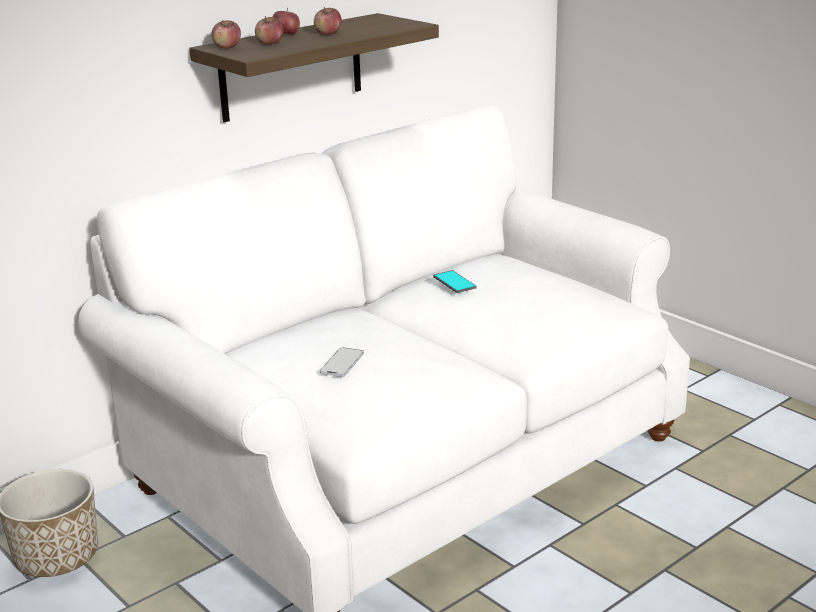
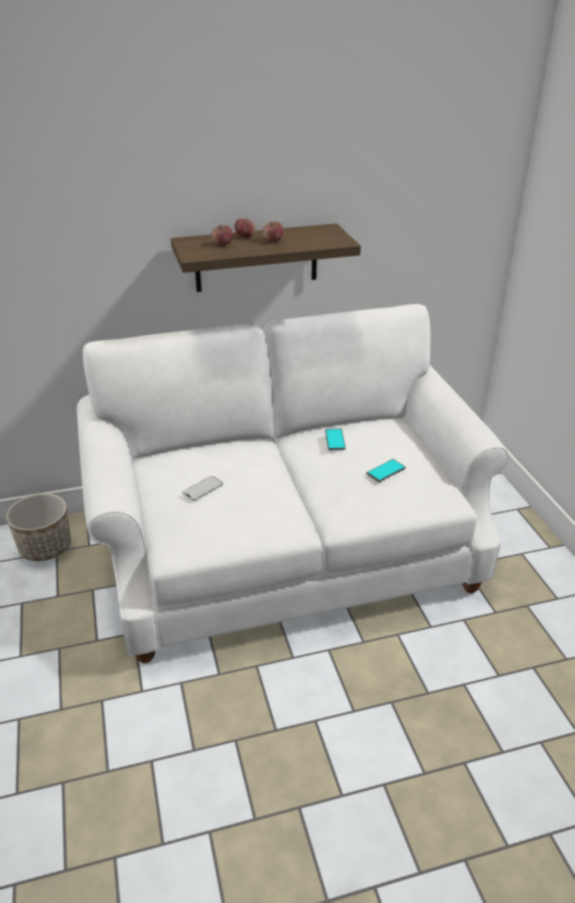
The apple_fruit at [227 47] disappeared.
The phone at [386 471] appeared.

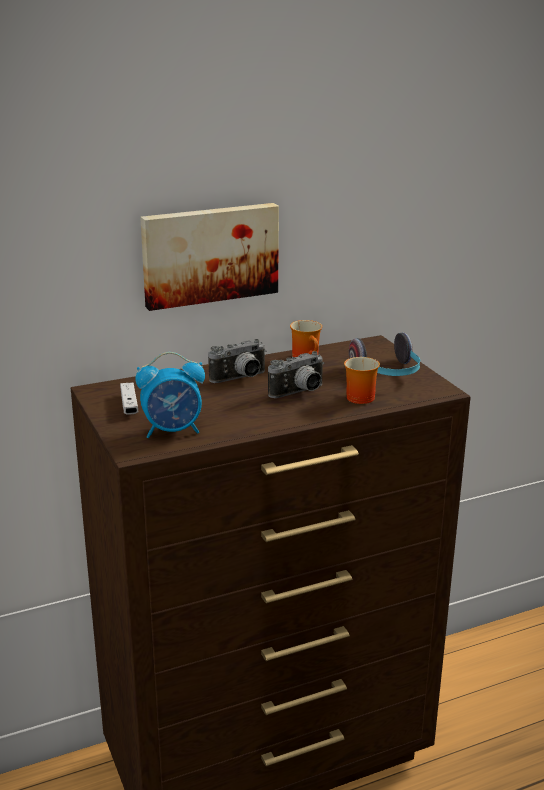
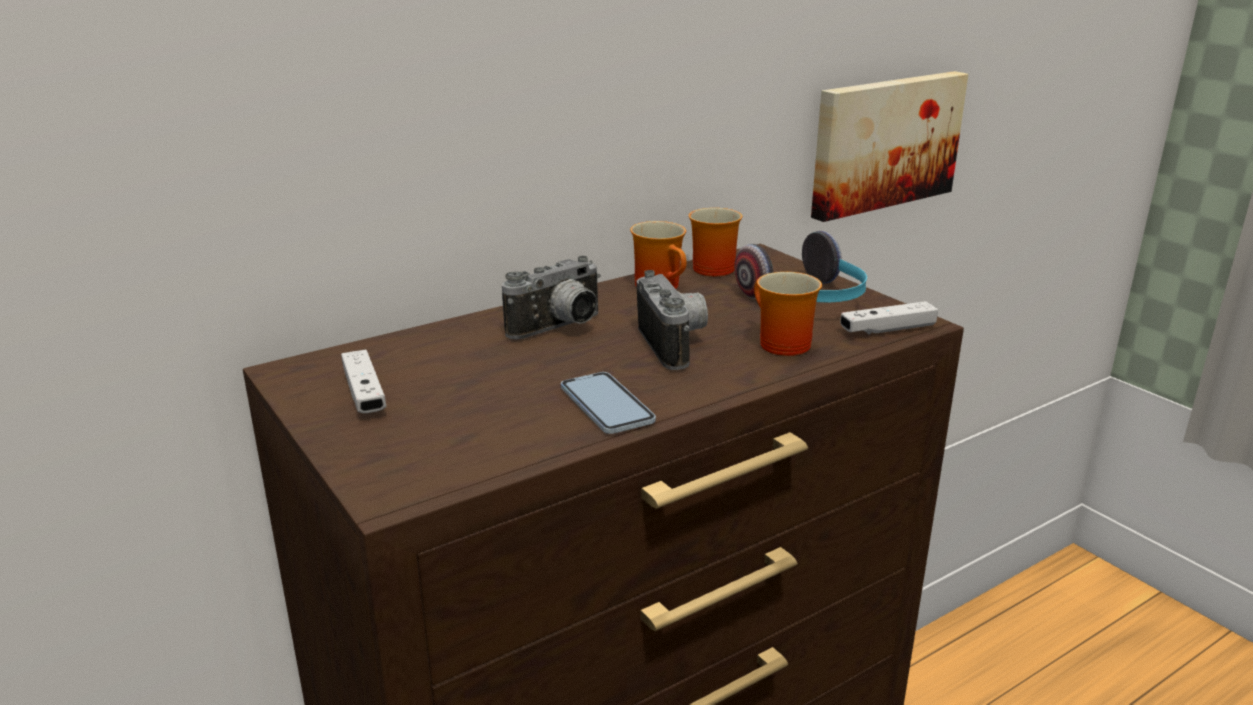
The wall_art moved from [209 254] to [884 142].
The photo_camera at [300 393] turned 60 degrees counterclockwise.
The alarm_clock at [173 431] disappeared.
The mug at [708 268] appeared.
The white_gamepad at [887 329] appeared.
The phone at [606 405] appeared.

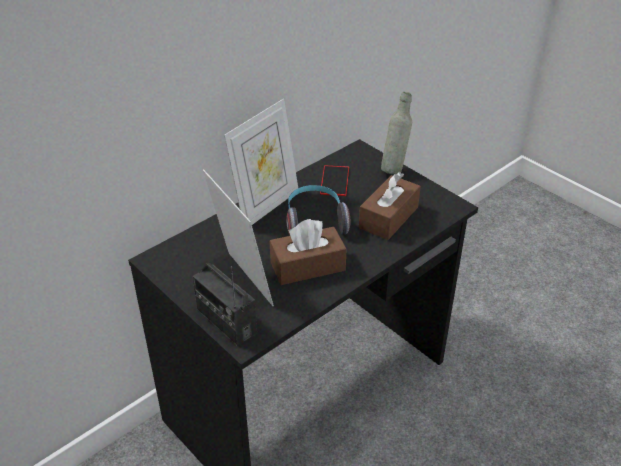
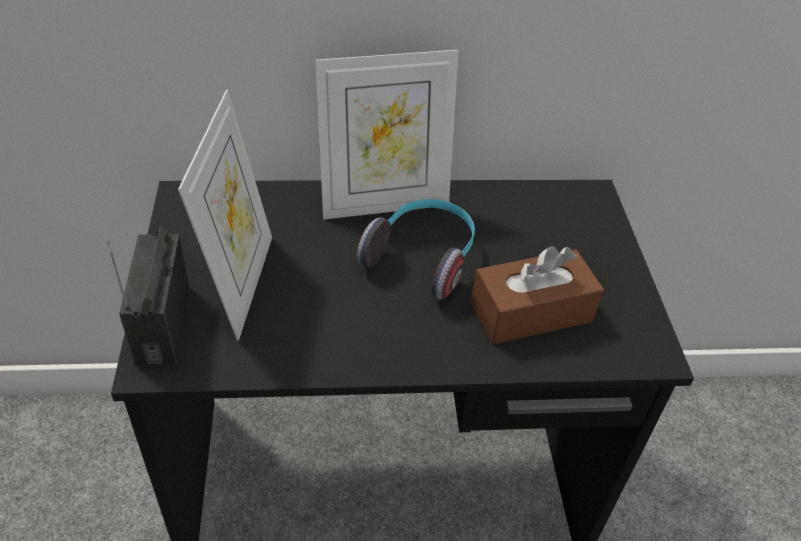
The gray_bottle at [394 168] disappeared.
The phone at [334 181] disappeared.
The brownish_tissue_box at [307 266] disappeared.

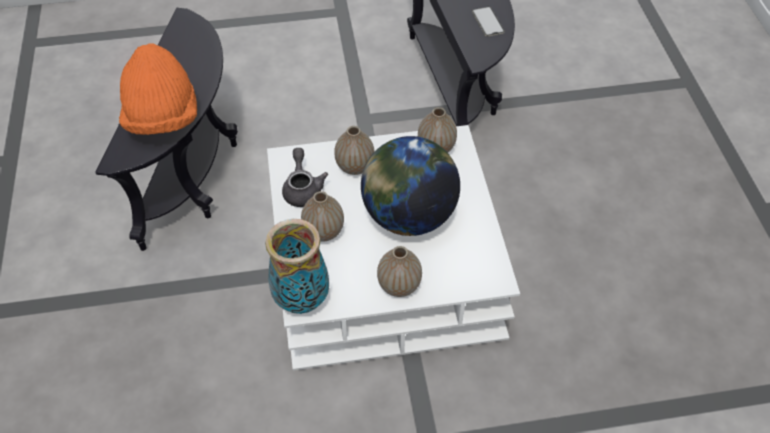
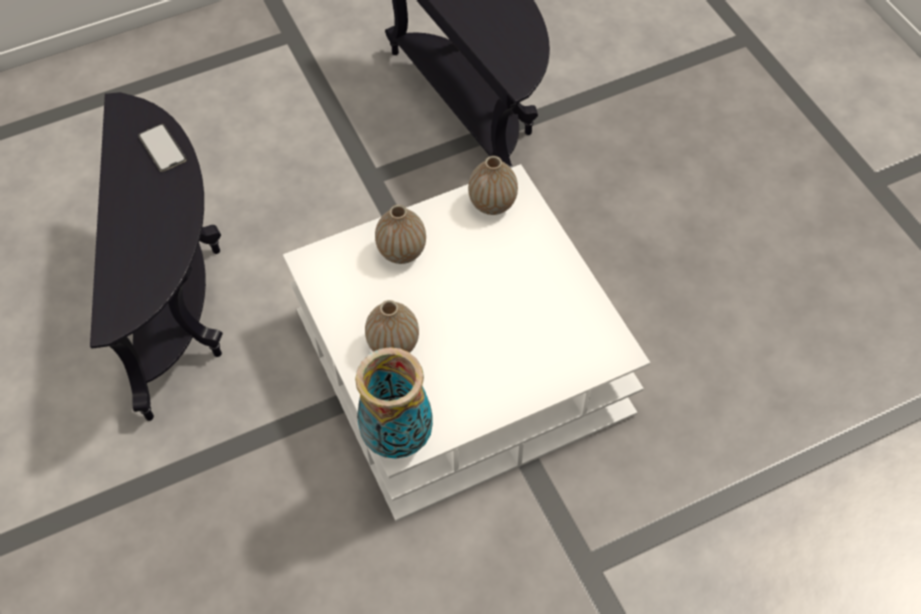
The phone moved from [488 22] to [162 148].
The orange_clothing_hat at [163 118] disappeared.
The desk_globe at [408 216] disappeared.
The gray_tea_pot at [303 189] disappeared.
The flower_vase at [399 285] disappeared.

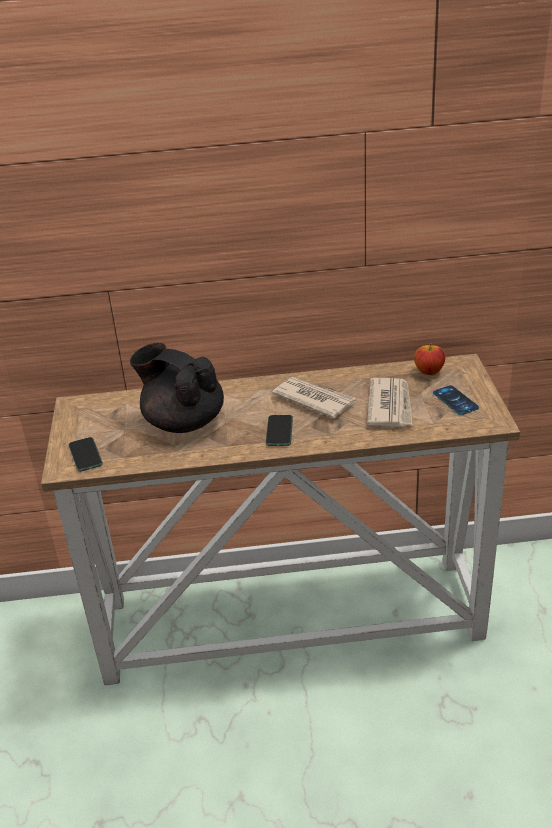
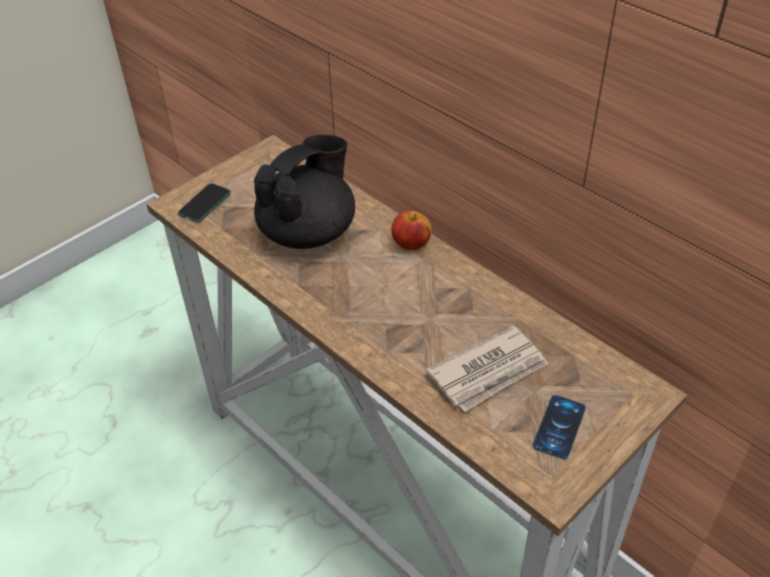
The black_tea_pot at [183 421] turned 45 degrees clockwise.
The apple_fruit moved from [429 371] to [411 244].
The newspaper at [314 399] disappeared.
The phone at [279 431] disappeared.

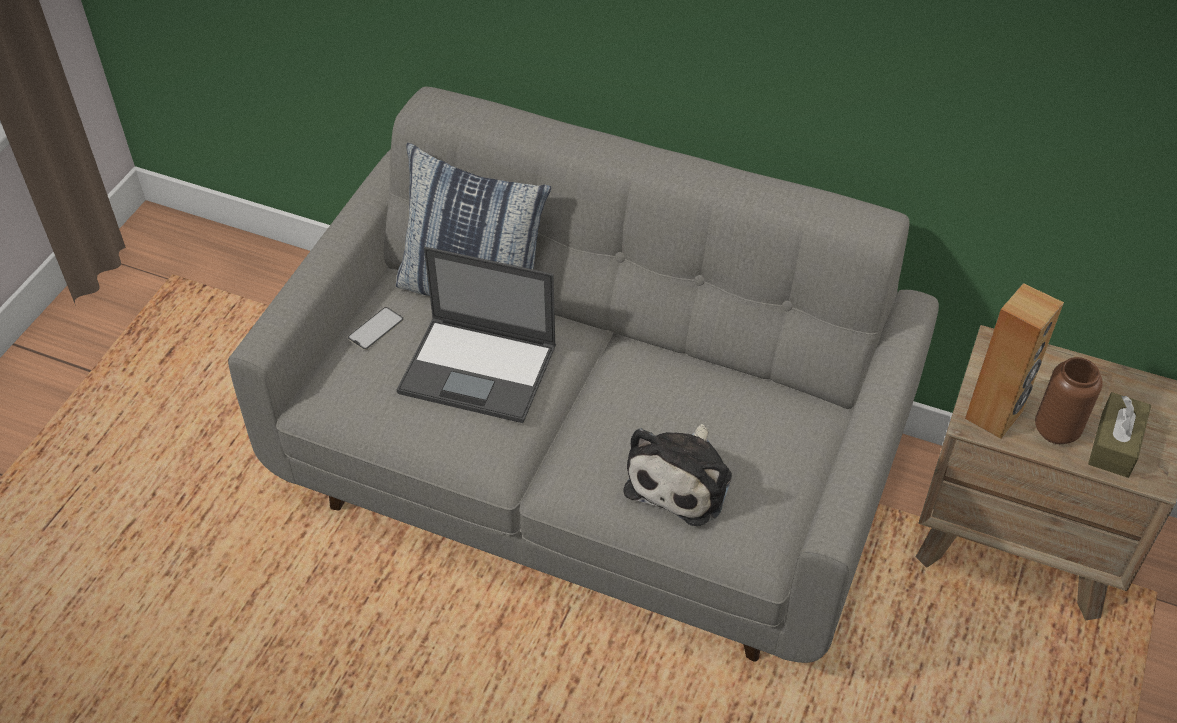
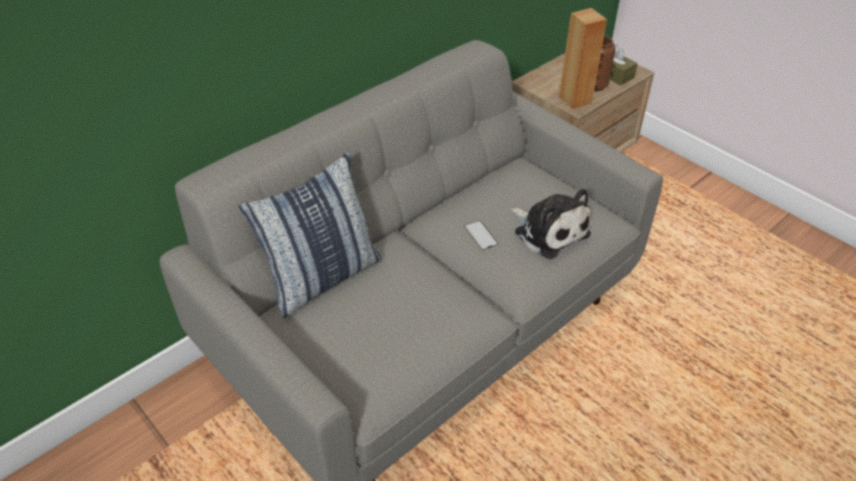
The laptop at [480 369] disappeared.
The phone moved from [375 329] to [481 235].

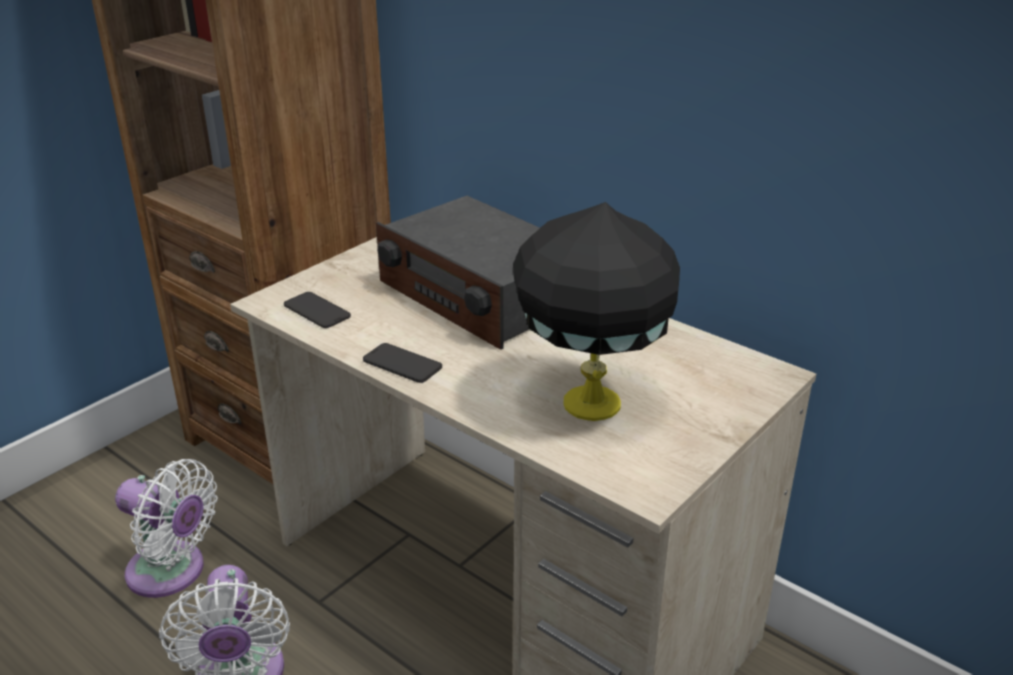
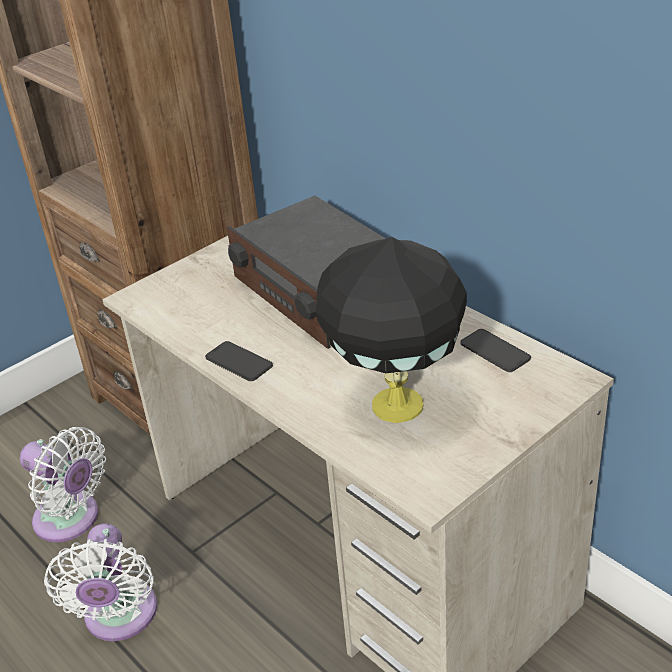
The phone moved from [317 311] to [495 351].

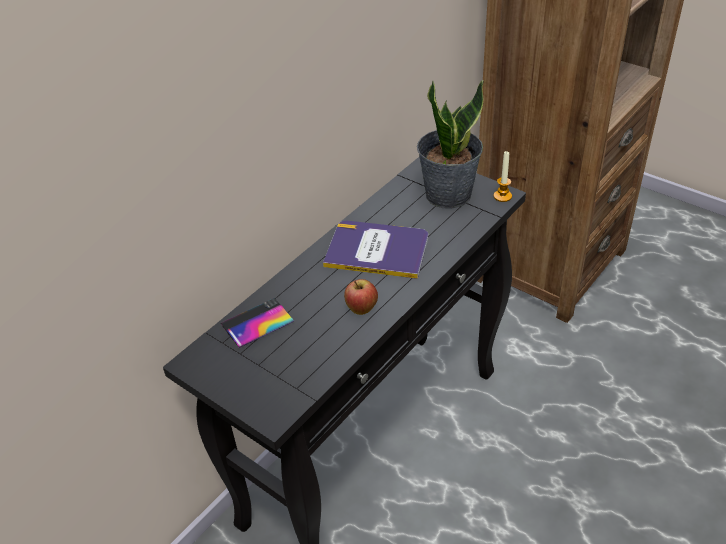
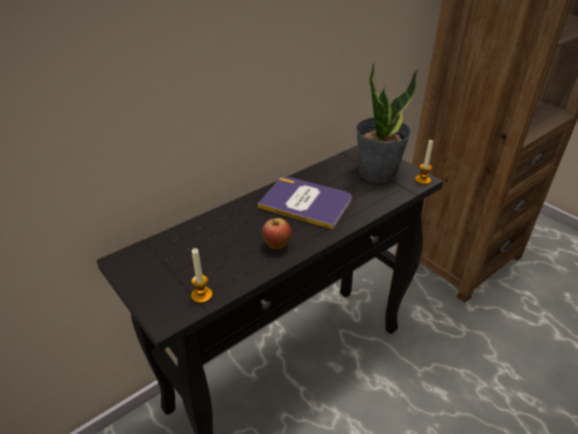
The phone at [257 323] disappeared.
The candle at [202 295] appeared.

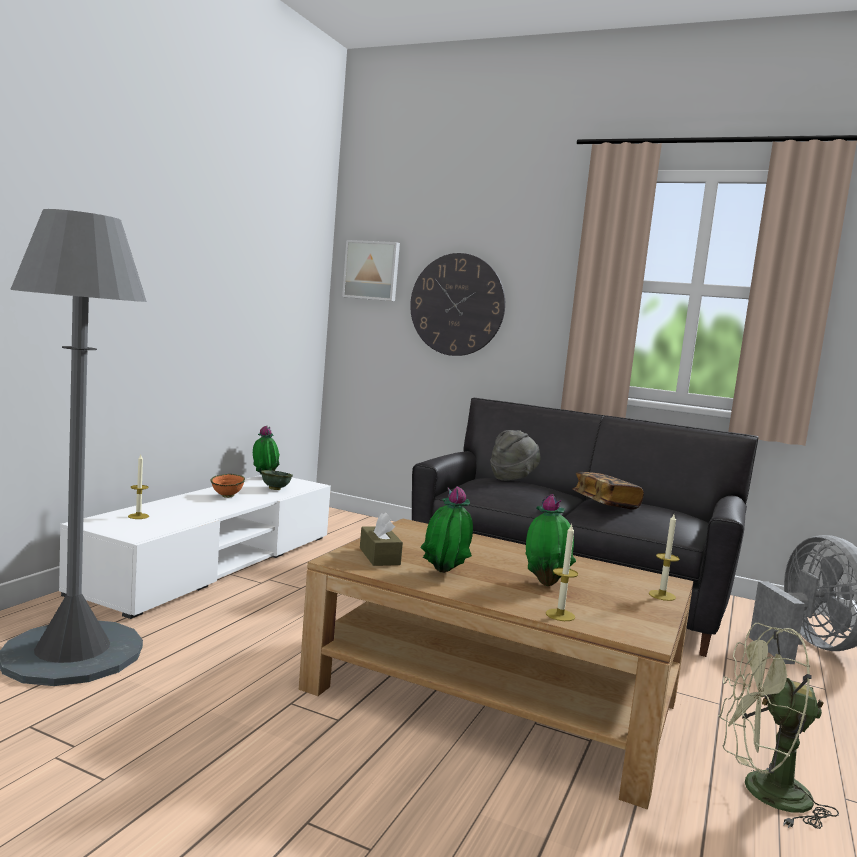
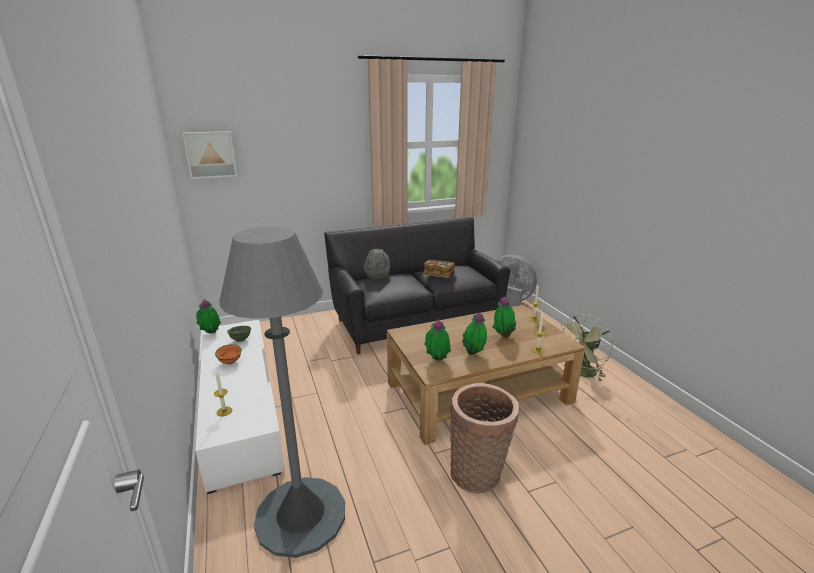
The clock_on_the_wall at [457 305] disappeared.
The brownish_tissue_box at [379 556] was replaced by the plant_in_a_pot at [436 361].
The storage_basket at [478 473] appeared.

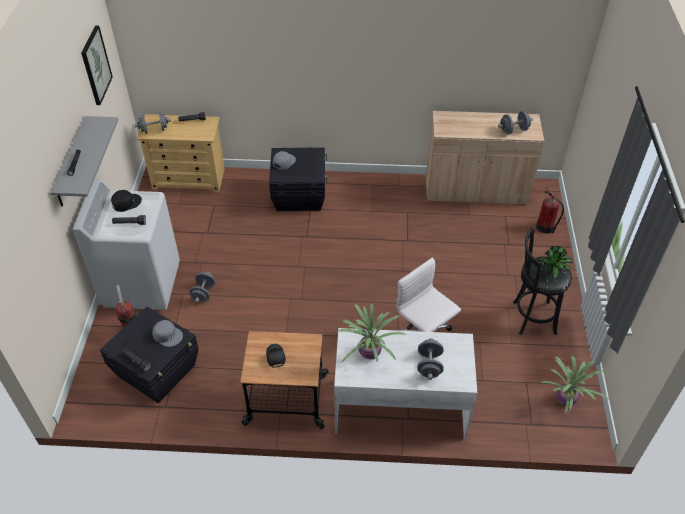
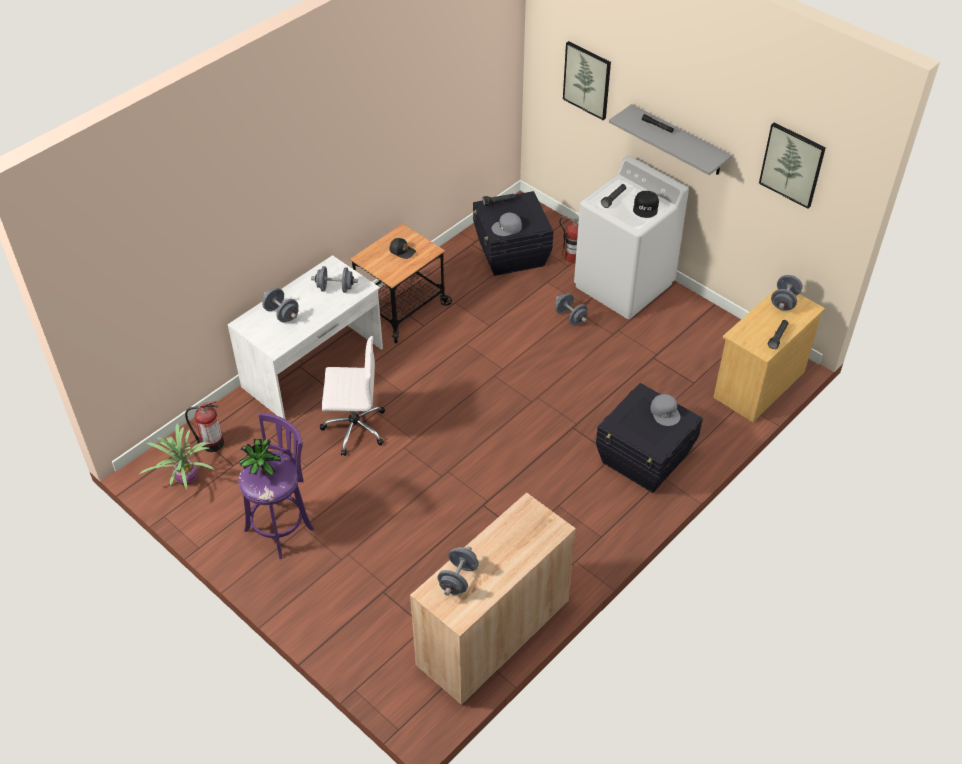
The fire-fighting_cylinder moved from [545 228] to [211 443].
The black_stool at [531 318] became the purplish_stool at [282 527].
The plant_in_a_pot at [368 353] was replaced by the gray_hand_weight at [335 288].
The wall_art at [587 80] appeared.

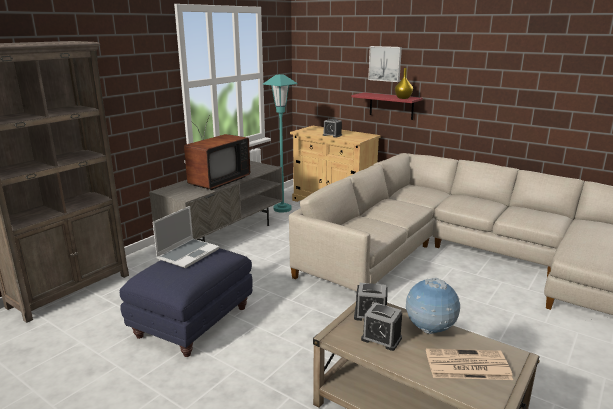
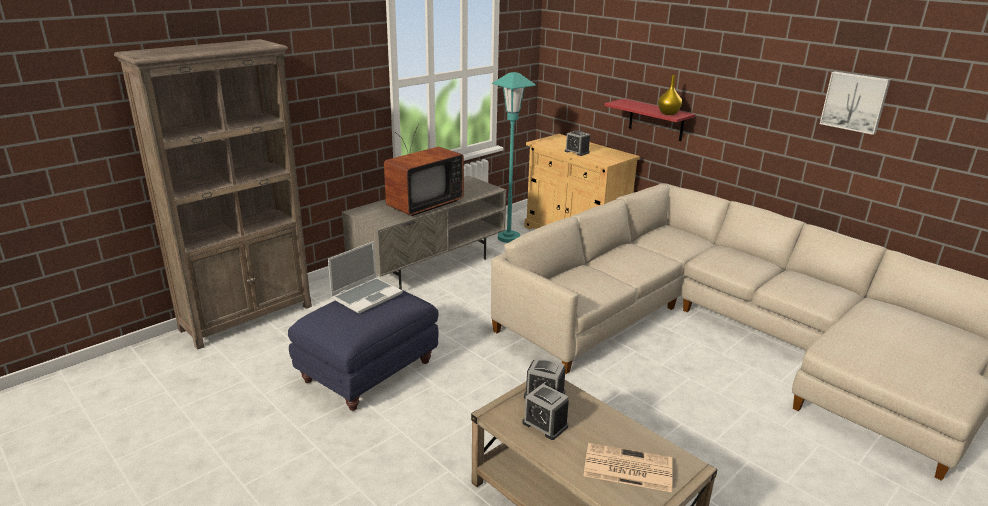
The wall_art moved from [385 63] to [854 102].
The desk_globe at [429 330] disappeared.

